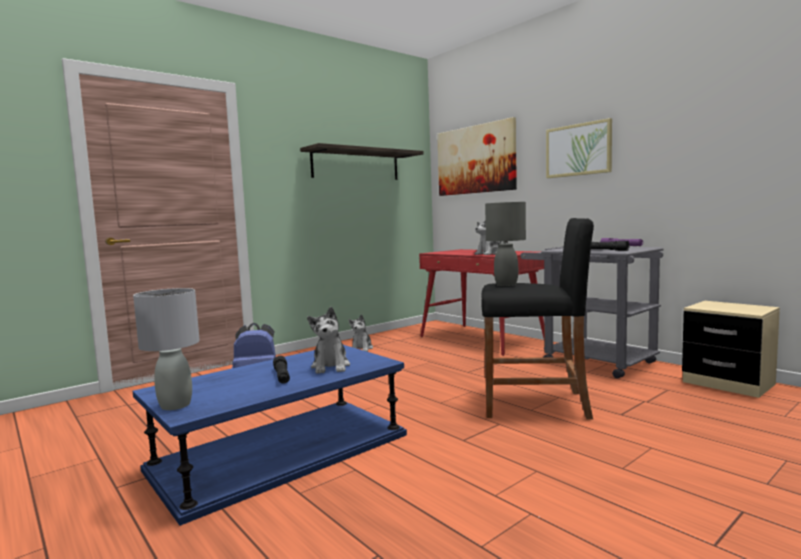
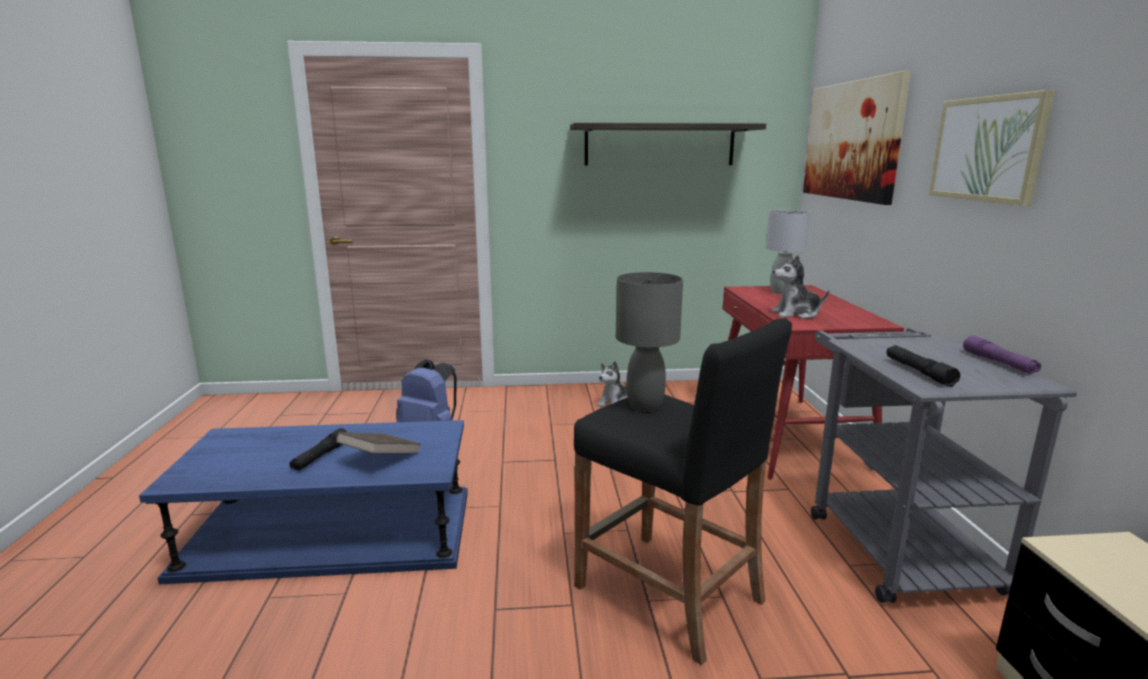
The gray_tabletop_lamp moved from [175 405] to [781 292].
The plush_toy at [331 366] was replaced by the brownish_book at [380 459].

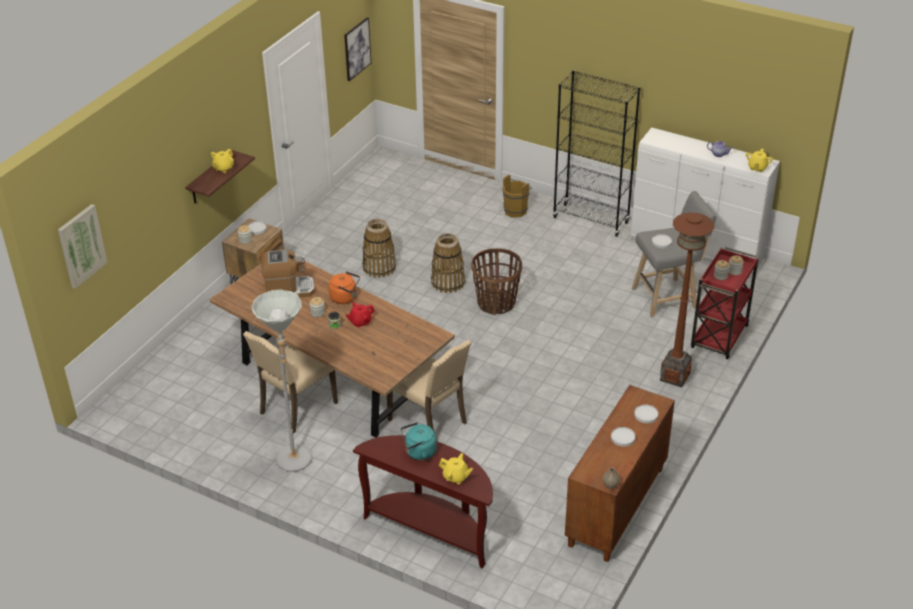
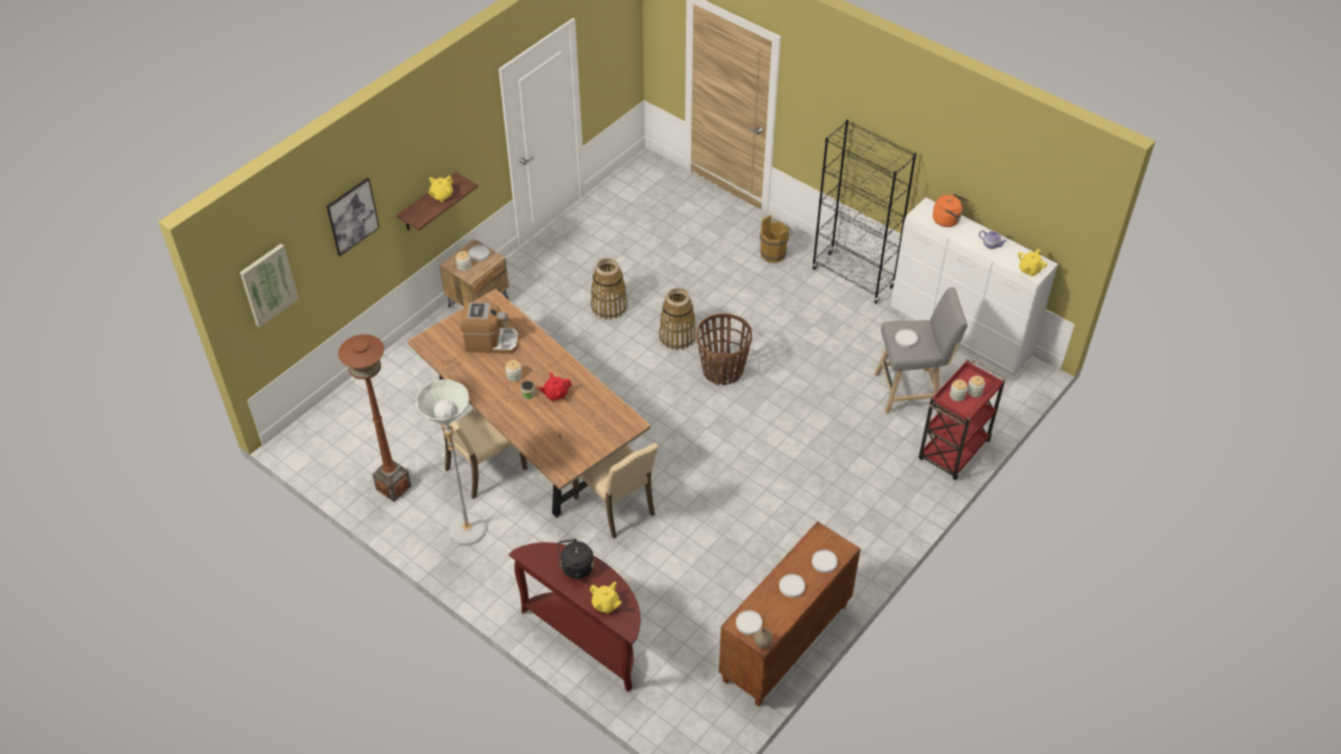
The wall_art moved from [357 49] to [352 216].
The brownish_standing_lamp moved from [675 377] to [393 487].
The orange_tea_kettle moved from [345 298] to [948 220].
The turquoise-coloured_tea_kettle at [419 452] became the black_tea_kettle at [575 568].
The white_flat_dish at [749 623] appeared.

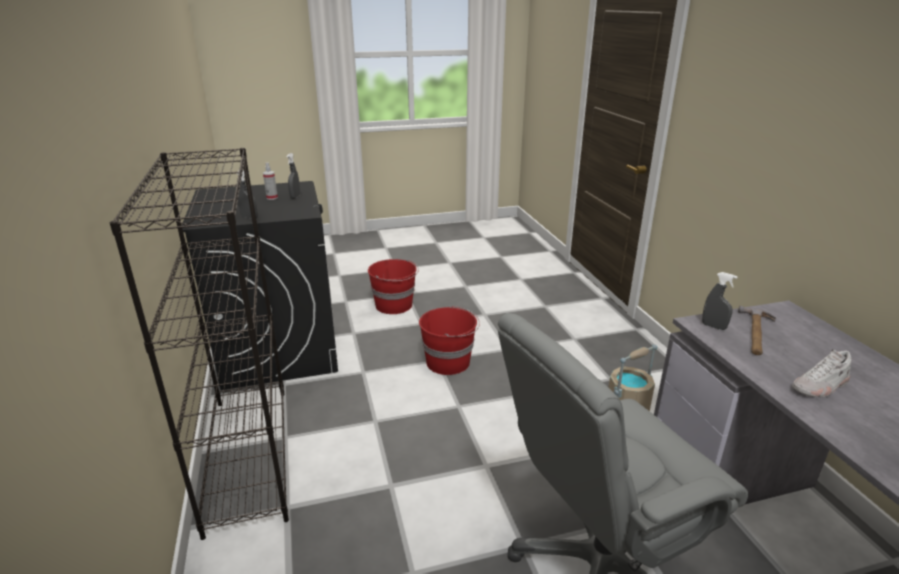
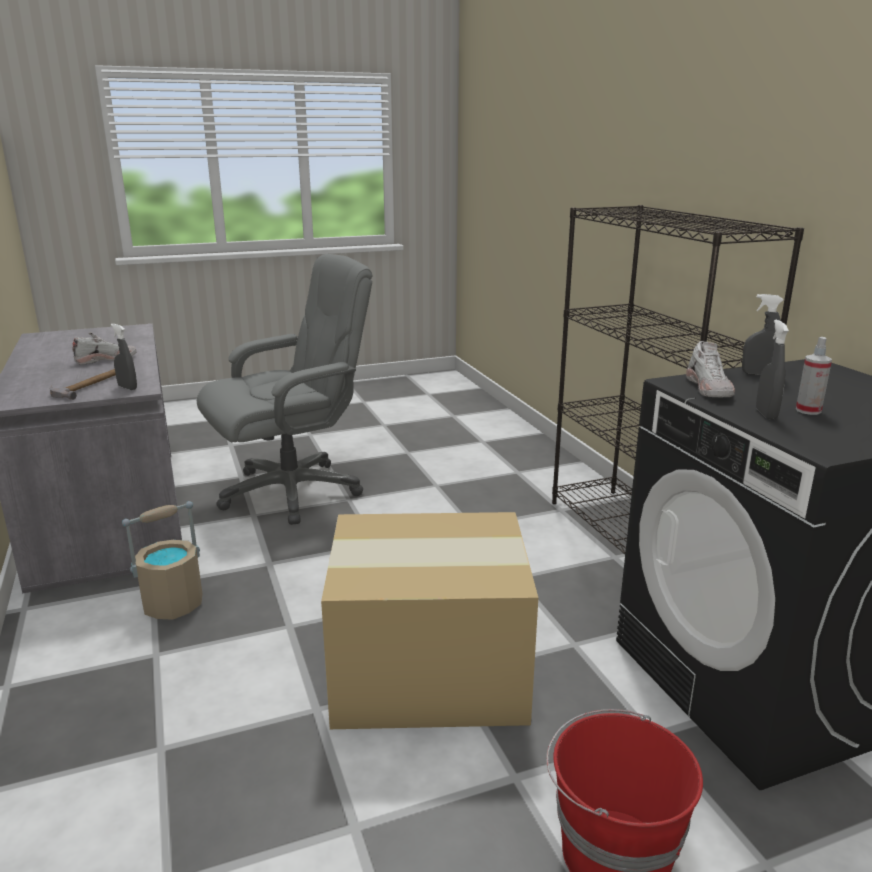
The reddish_pail at [449 362] was replaced by the packing_box at [432 671].
The white_item_of_footwear at [709 389] appeared.

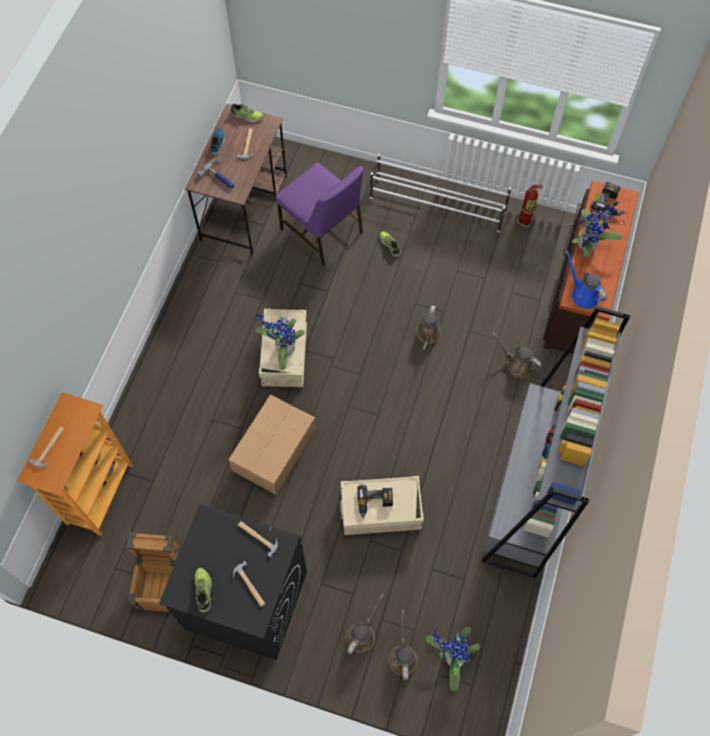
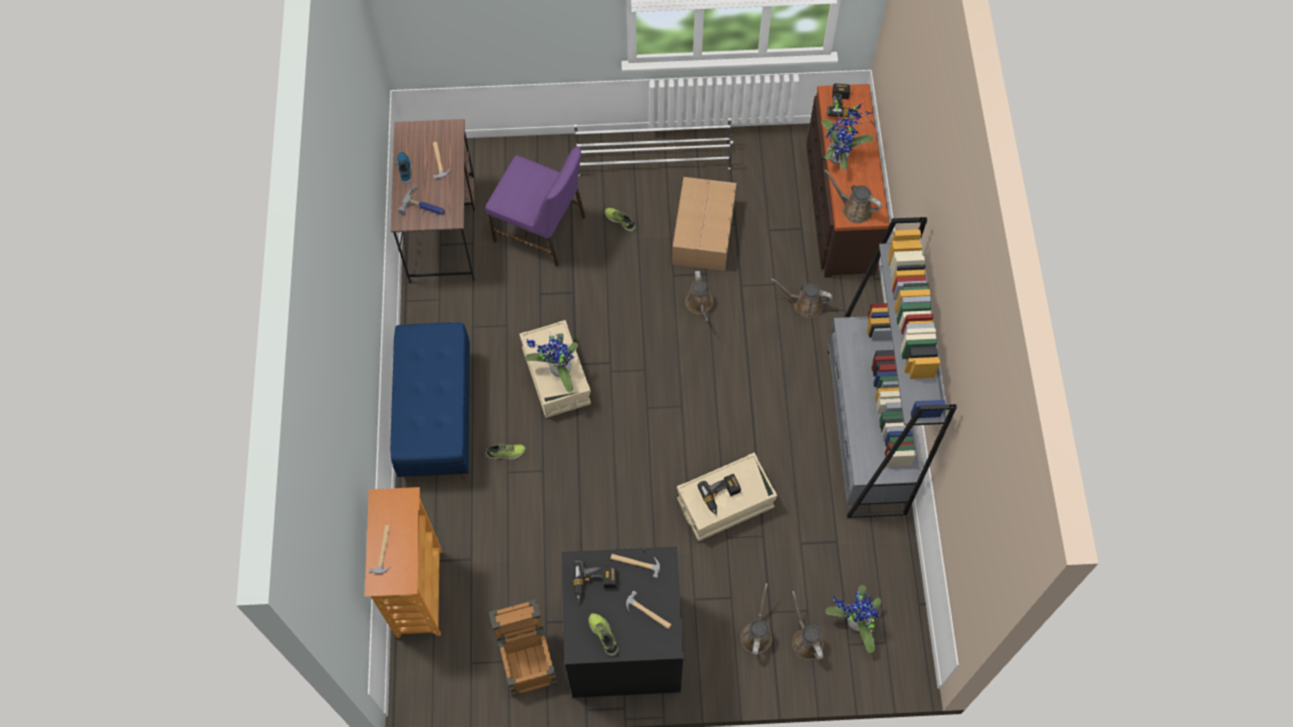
The item_of_footwear moved from [246 116] to [505 453].
The fire-fighting_cylinder at [524 221] disappeared.
The bluish_watering_can at [583 294] became the brownish_watering_can at [854 209].
The packing_box moved from [273 451] to [702 233].
The bluish_bench at [436 416] appeared.
The power_drill at [594 584] appeared.

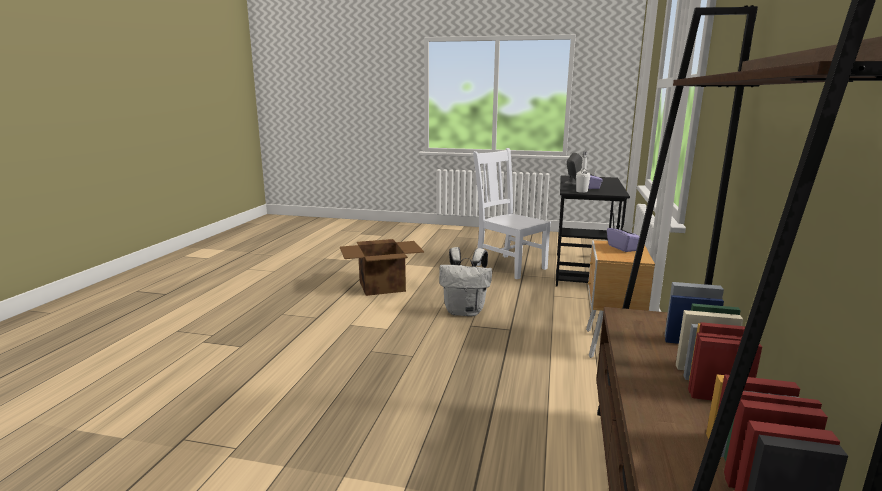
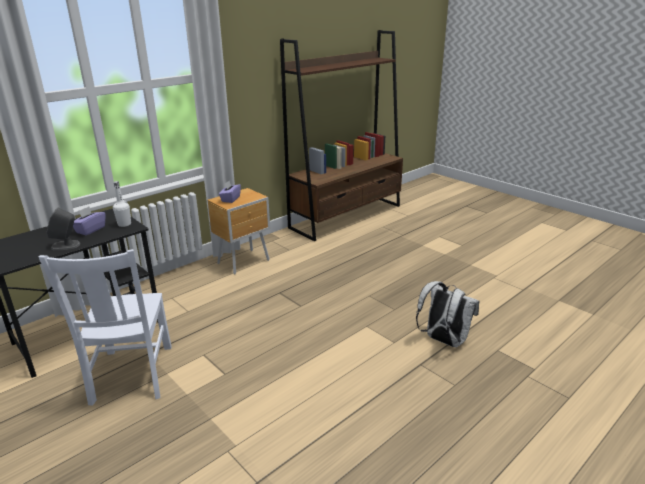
The packing_box at [383 286] disappeared.
The white_rucksack moved from [465 311] to [443 340].

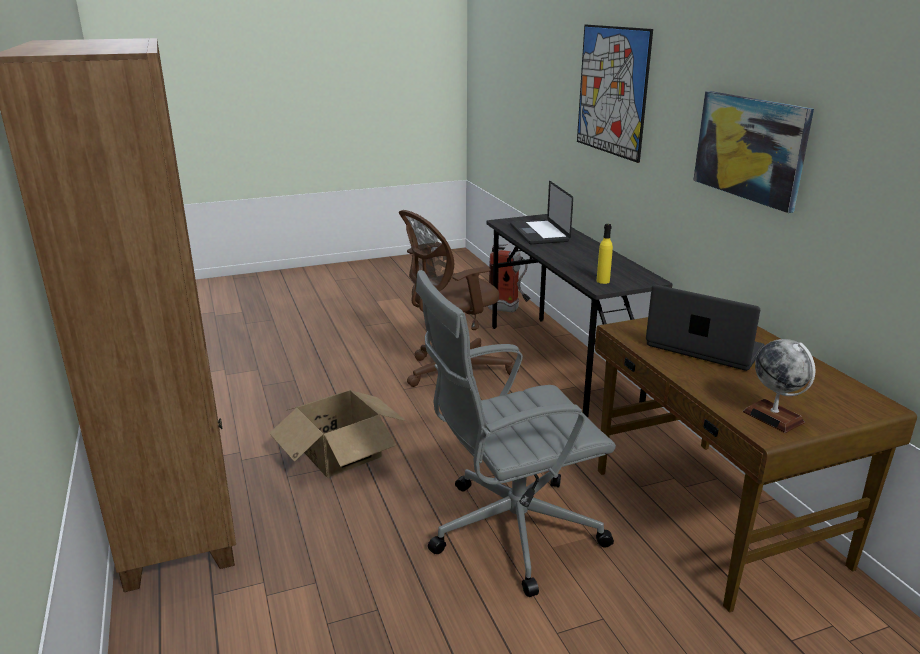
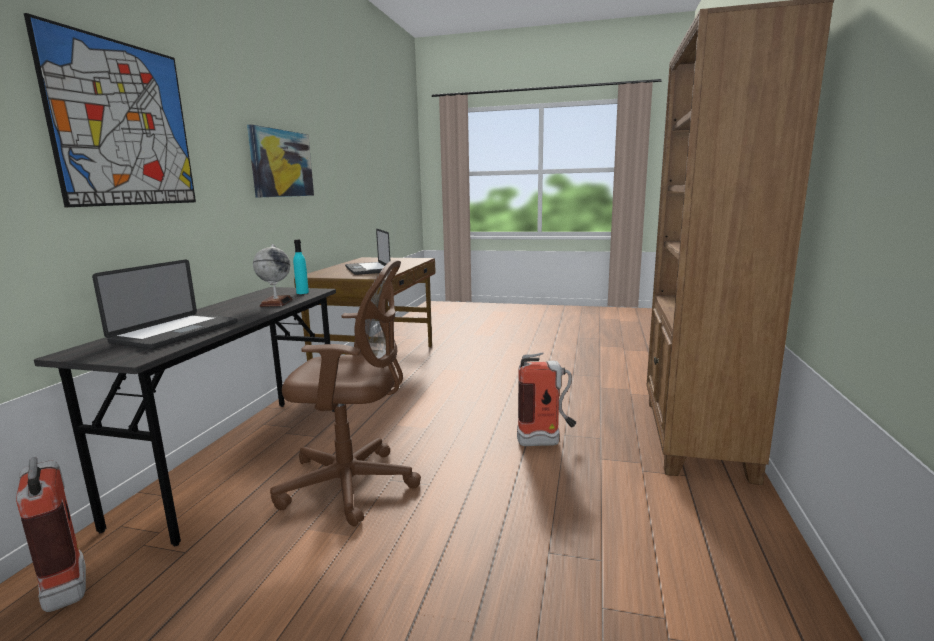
The yellowish_bottle at [603 281] became the turquoise-coloured_bottle at [302 292].
The gray_office_chair at [510 530] disappeared.
The desk_globe moved from [773 417] to [276 302].
The packing_box at [340 453] was replaced by the fire-fighting_cylinder at [546 442].

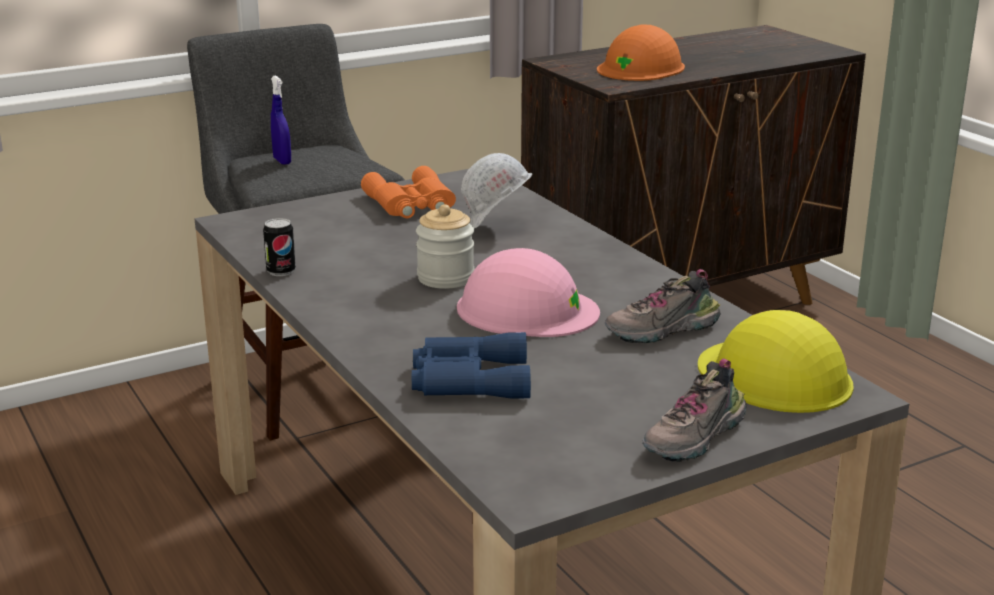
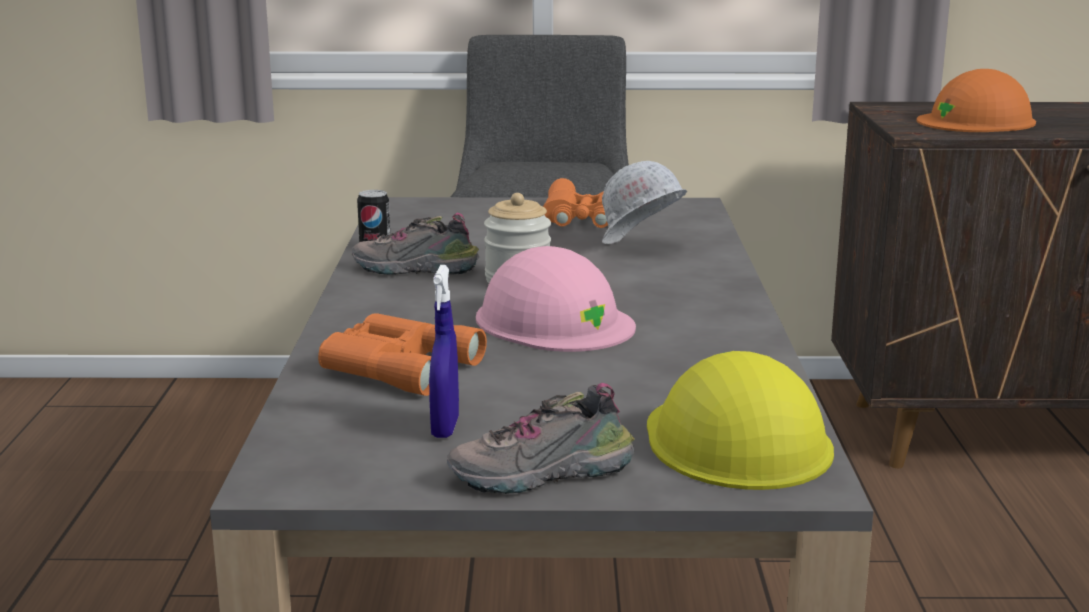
The bluish_hand_sprayer moved from [282 161] to [445 428].
The item_of_footwear moved from [662 331] to [414 270].
The bluish_pair_of_binoculars at [467 379] became the orange_pair_of_binoculars at [395 366].

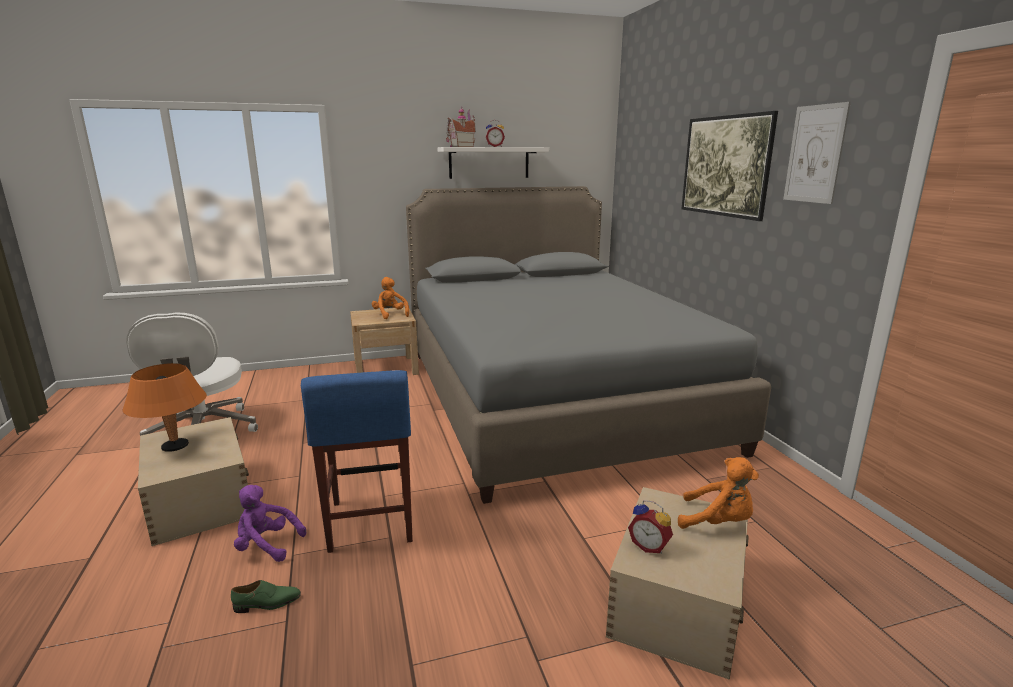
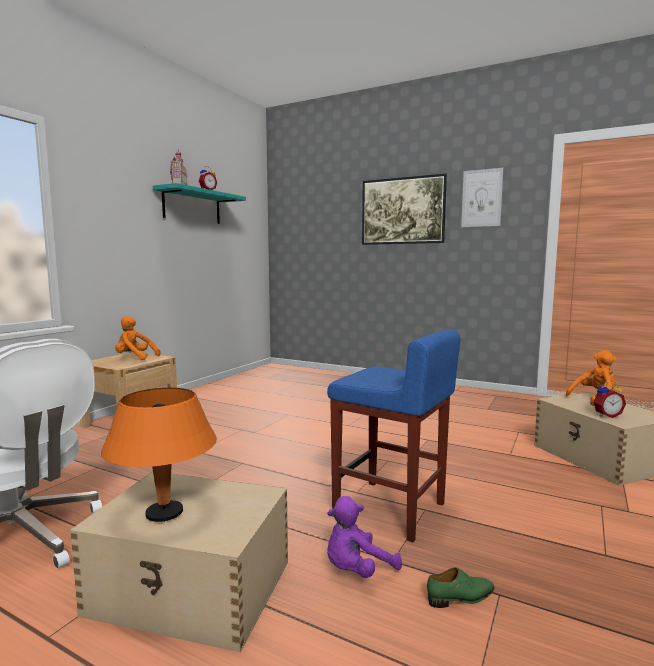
The white_wall_shelf at [489 163] became the turquoise-coloured_wall_shelf at [192 206].
The gray_bedroom_bed at [551 397] disappeared.
The green_item_of_footwear at [267 603] turned 45 degrees clockwise.

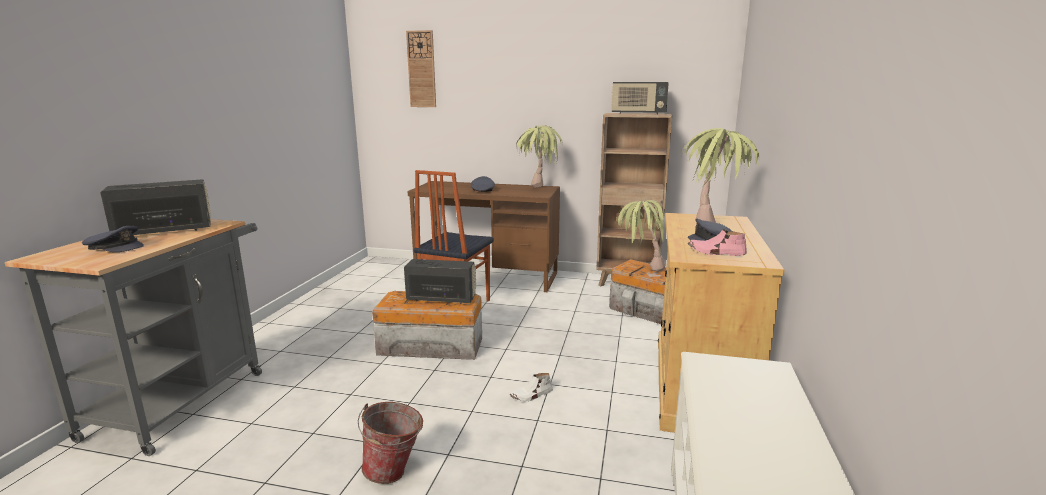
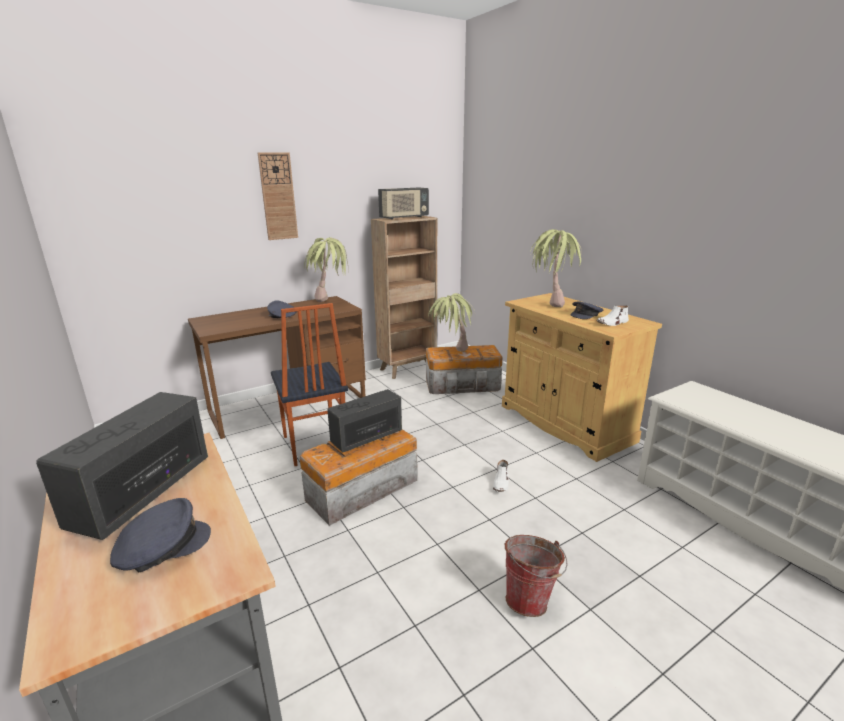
The clock_on_the_wall moved from [421 69] to [278 197].
The pink_item_of_footwear at [716 252] became the white_item_of_footwear at [612 323].

